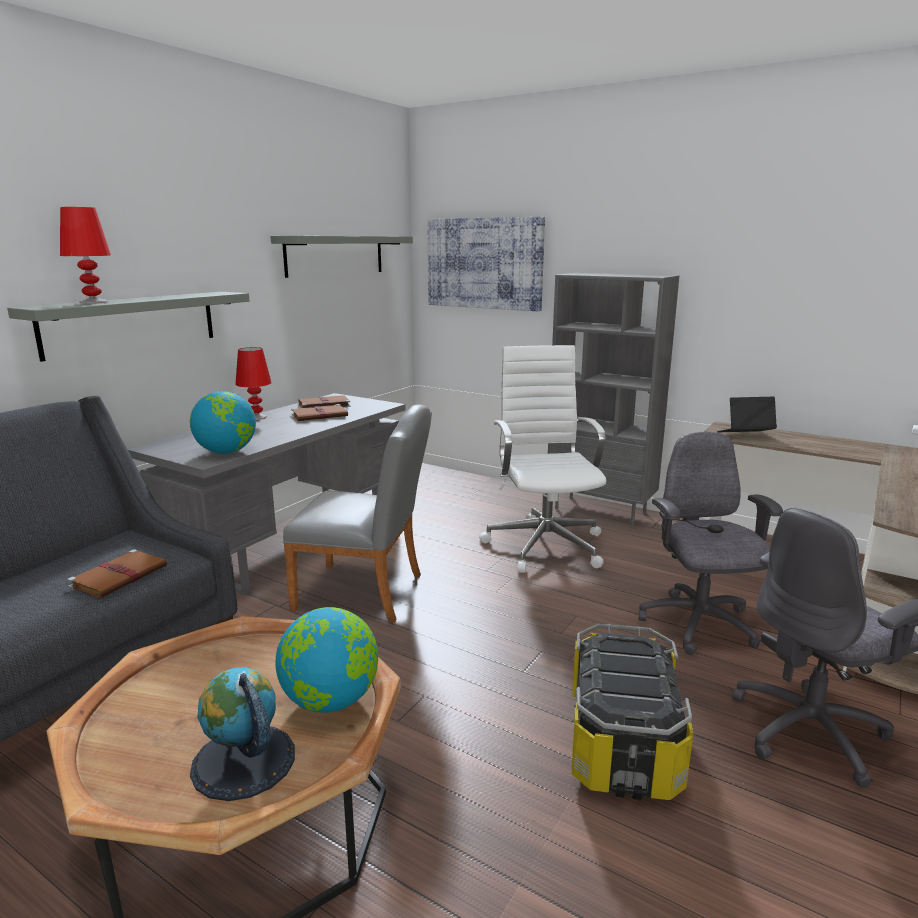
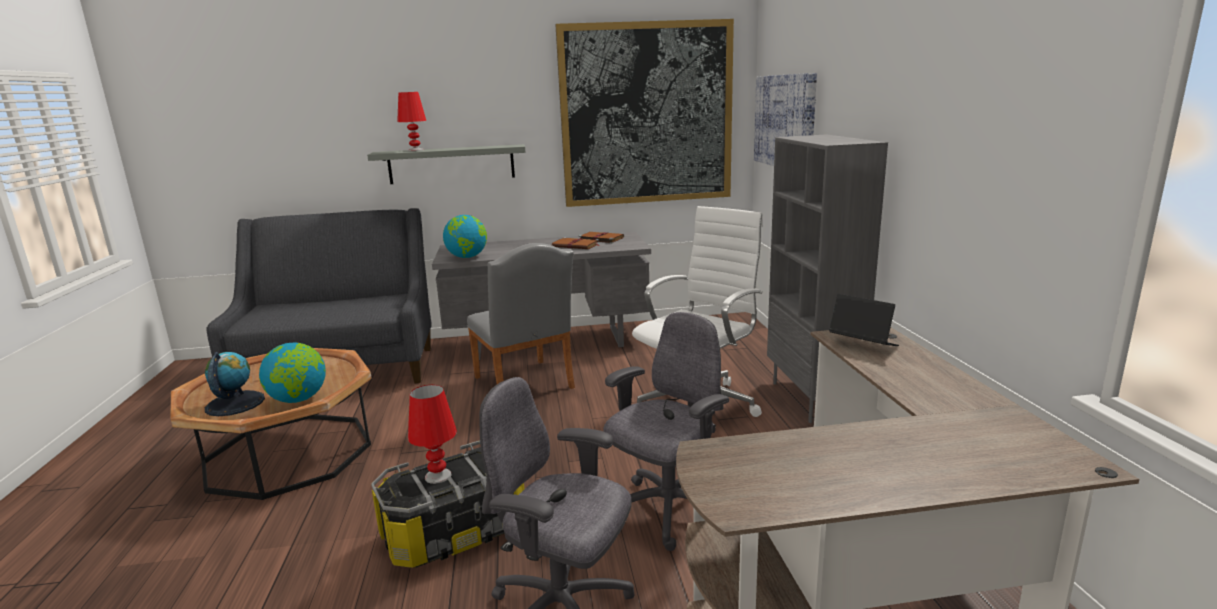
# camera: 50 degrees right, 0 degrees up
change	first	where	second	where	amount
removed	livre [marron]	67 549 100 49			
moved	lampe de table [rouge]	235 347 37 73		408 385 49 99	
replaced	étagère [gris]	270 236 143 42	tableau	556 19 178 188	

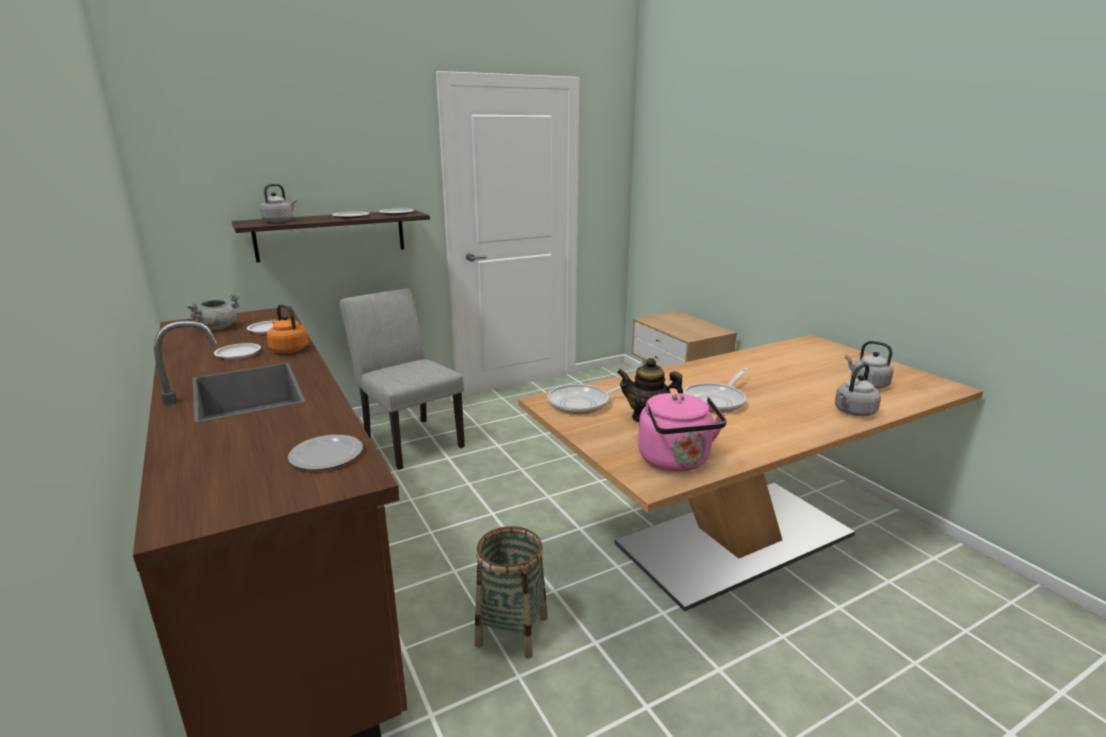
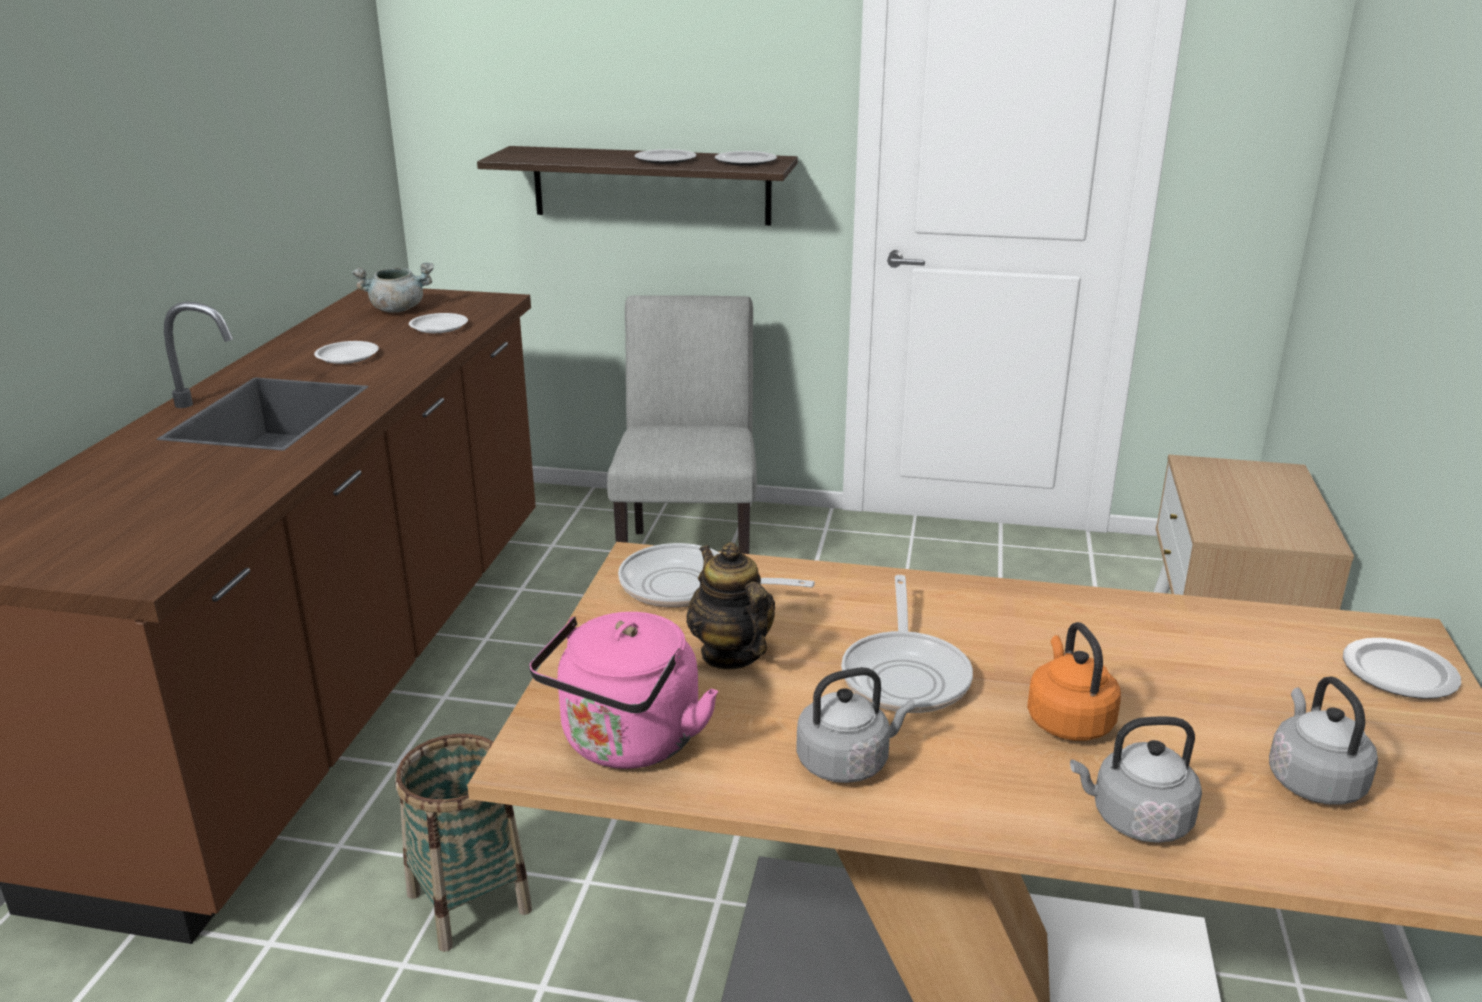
# camera: 40 degrees right, 5 degrees up
change	first	where	second	where	amount
moved	bouilloire [gris]	260 184 37 39		796 667 119 116	
moved	bouilloire [orange]	267 304 41 49		1027 622 94 119	
moved	assiette	288 435 75 35		1343 638 118 61	
turned	poêle	684 368 64 45		841 575 132 138	75 degrees counterclockwise

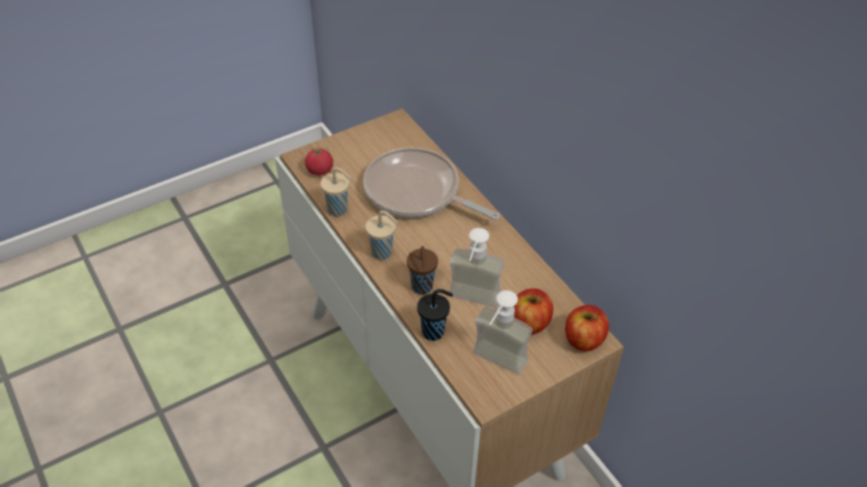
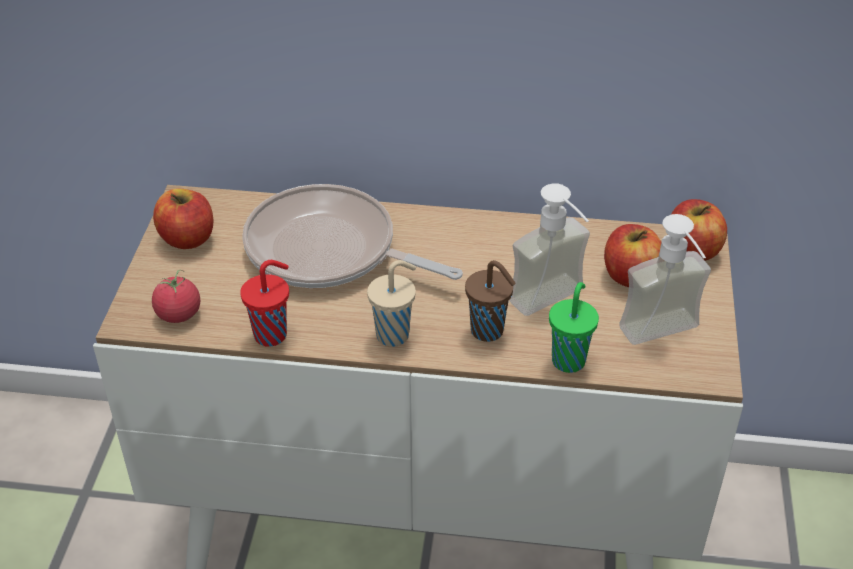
# camera: 50 degrees left, 5 degrees down
change	first	where	second	where	amount
added			pomme	153 189 60 60	
recoloured	tasse [beige]	320 167 31 49	tasse [rouge]	240 260 49 87	
recoloured	tasse [noir]	417 289 36 52	tasse [vert]	549 282 50 91	
turned	poêle	363 147 137 73		242 184 221 104	45 degrees clockwise

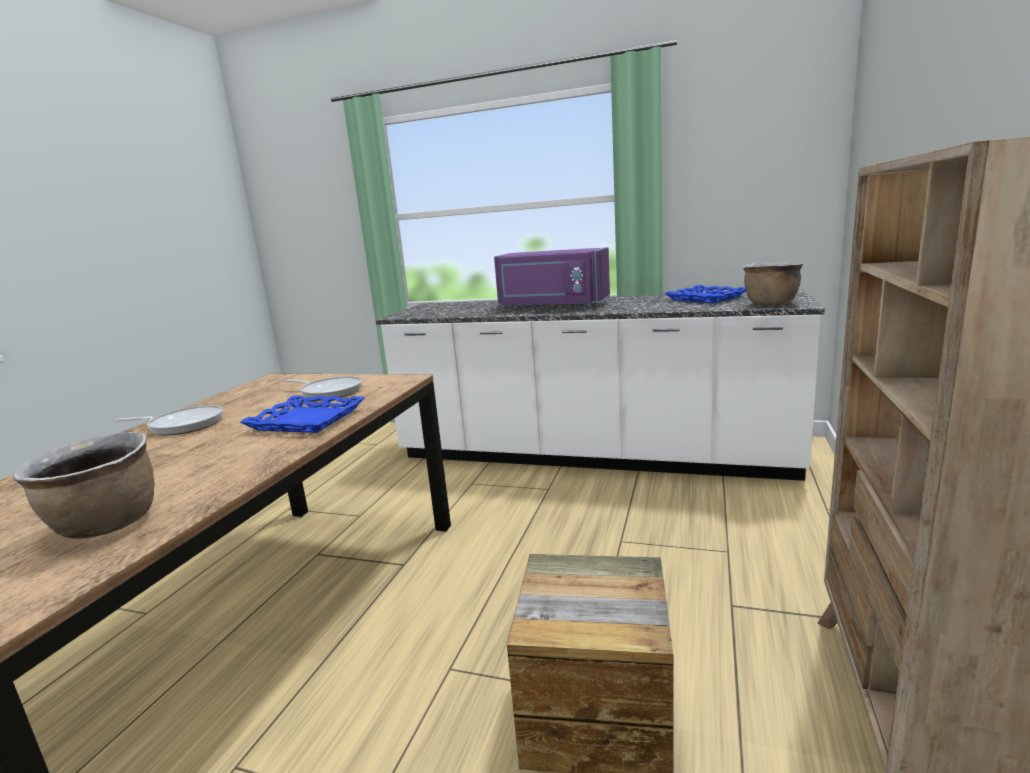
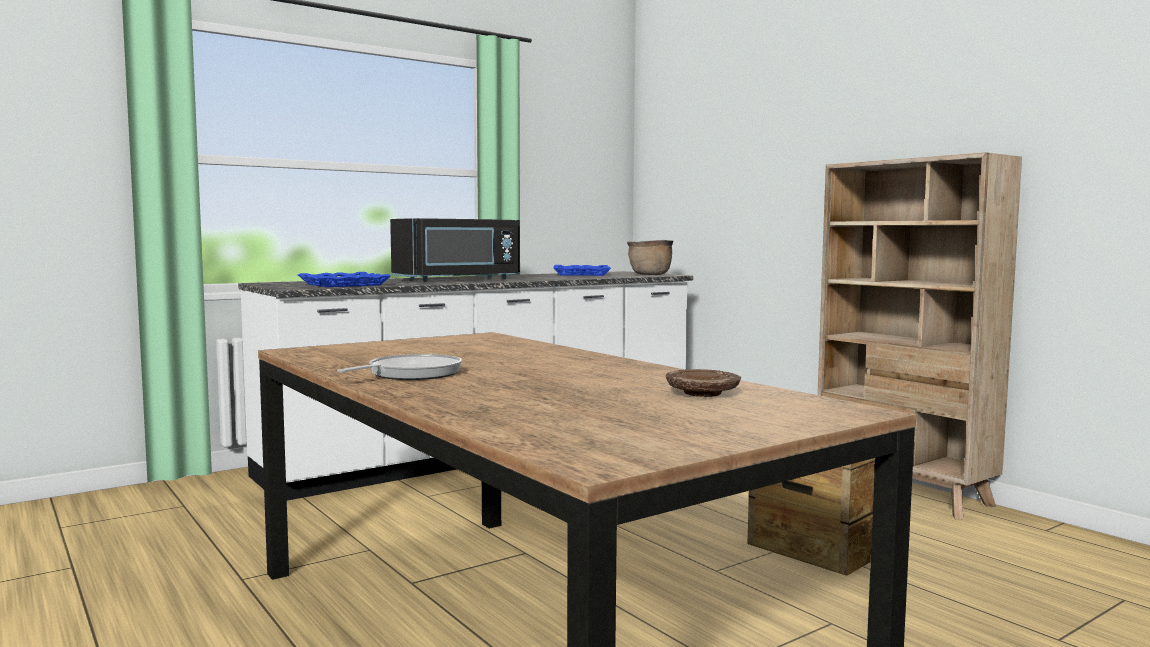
# camera: 55 degrees left, 10 degrees down
change	first	where	second	where	amount
removed	poêle	284 376 78 22			
moved	plateau [bleu]	240 395 125 38		298 272 93 15	
replaced	marmite [marron]	13 432 142 107	assiette [marron]	666 369 75 28	
recoloured	micro-ondes [violet]	494 247 116 62	micro-ondes [noir]	390 218 130 63	

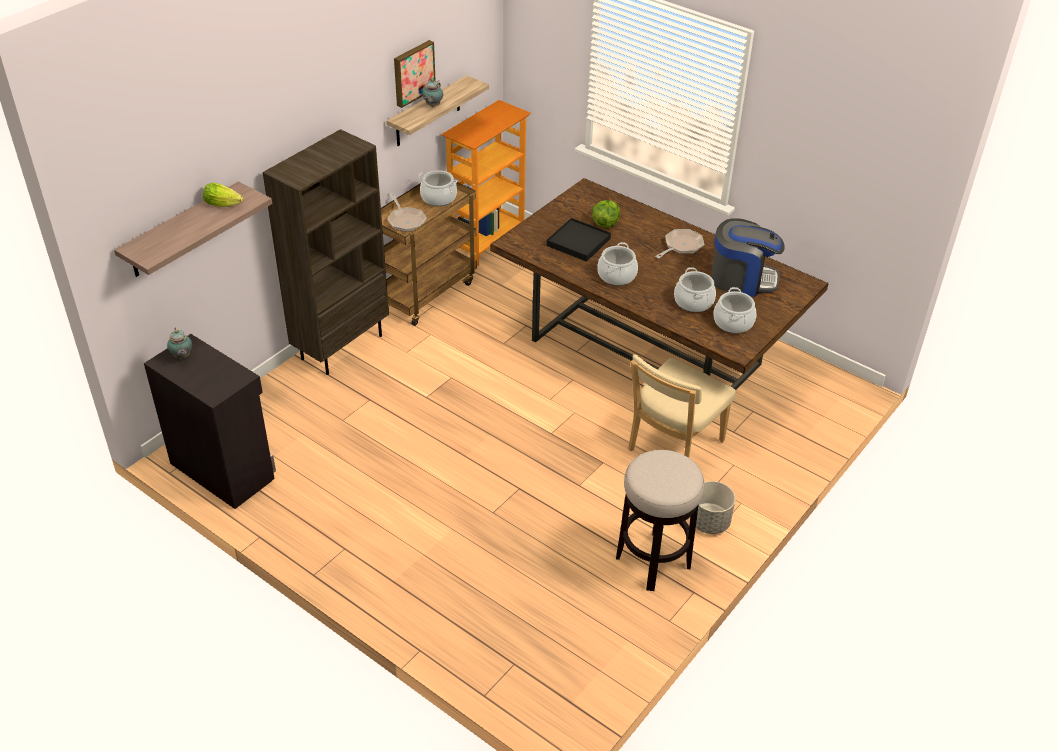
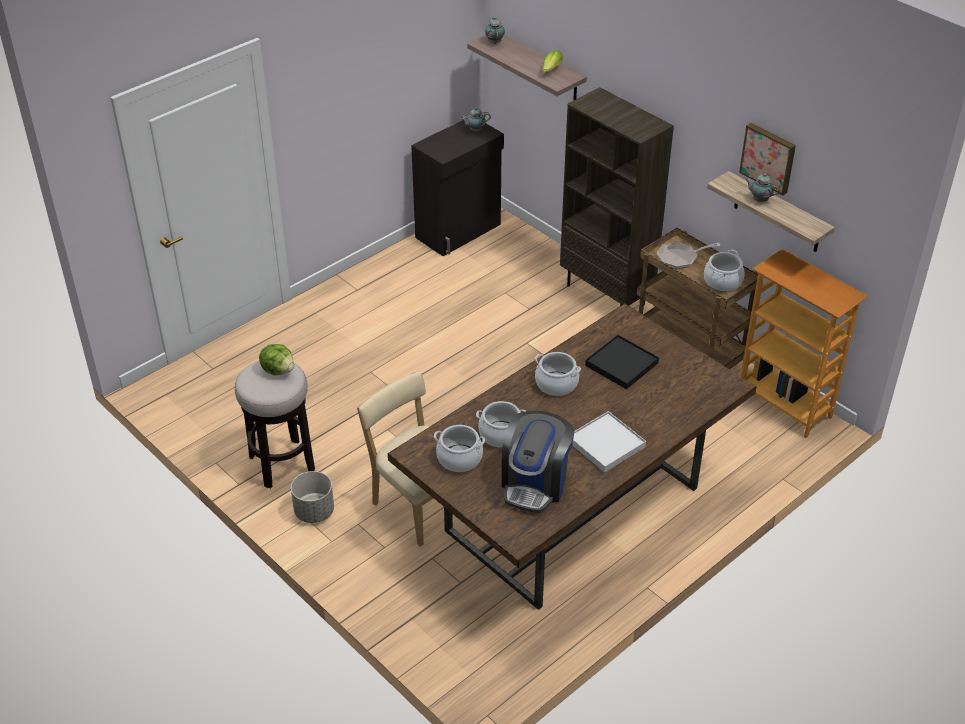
# camera: 100 degrees right, 0 degrees up
change	first	where	second	where	amount
added			théière	485 17 20 27	
moved	laitue	592 200 28 28		259 344 35 31	
replaced	poêle	655 229 49 29	plateau [blanc]	572 411 74 62	

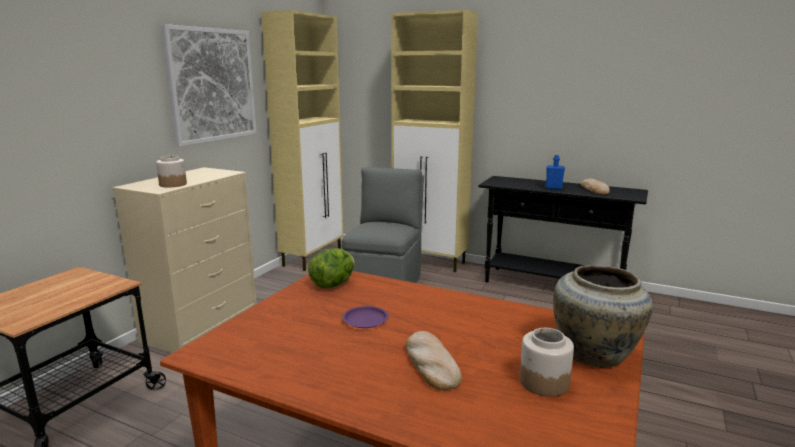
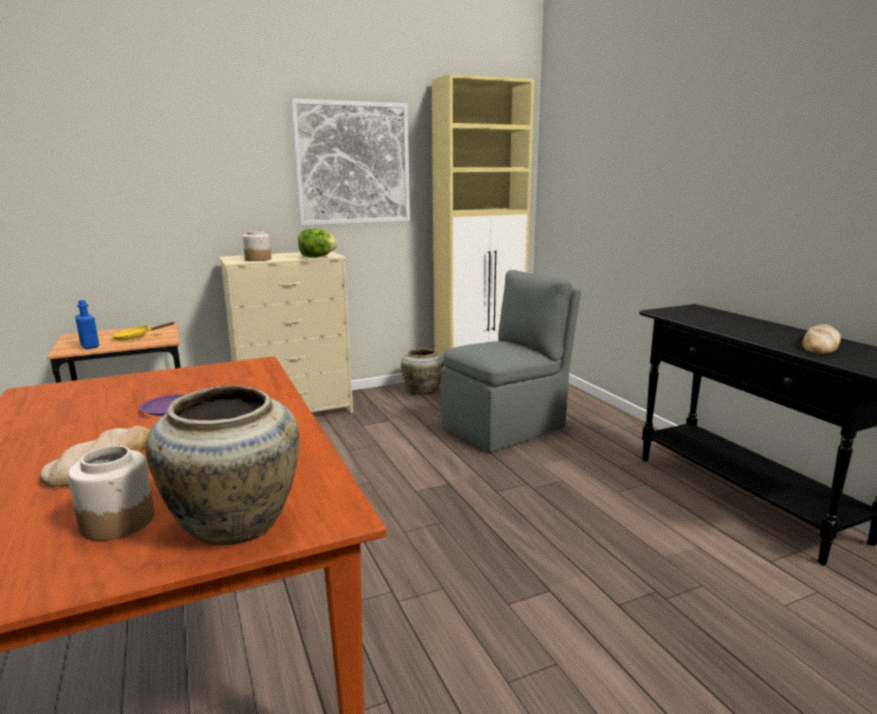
# camera: 40 degrees right, 0 degrees up
change	first	where	second	where	amount
removed	meuble de rangement [beige]	391 10 87 262			
added			poêle [jaune]	112 322 63 19	
added			vase [beige]	401 348 43 47	
moved	laitue	308 248 47 40		298 229 40 29	
moved	bouteille [bleu]	546 155 19 34		75 300 24 49	

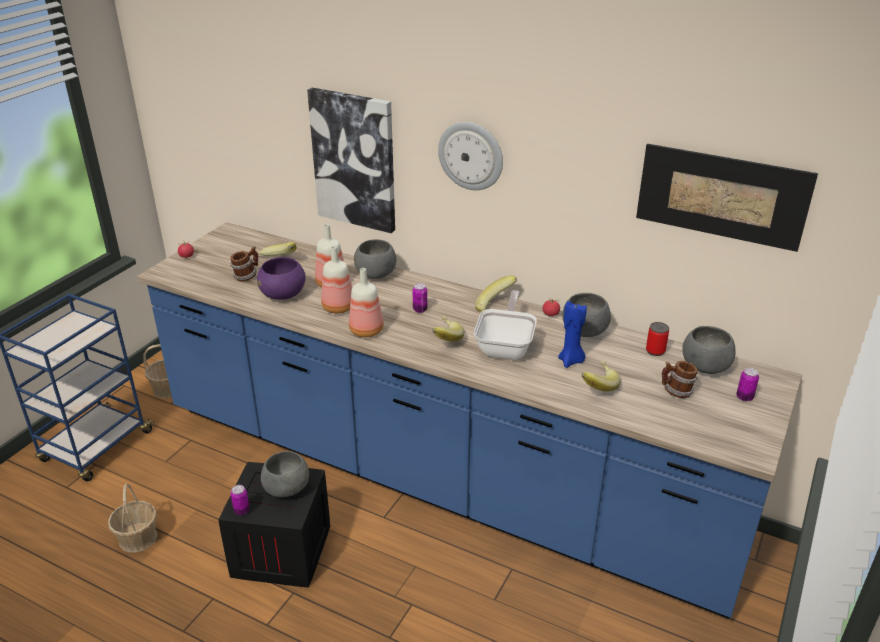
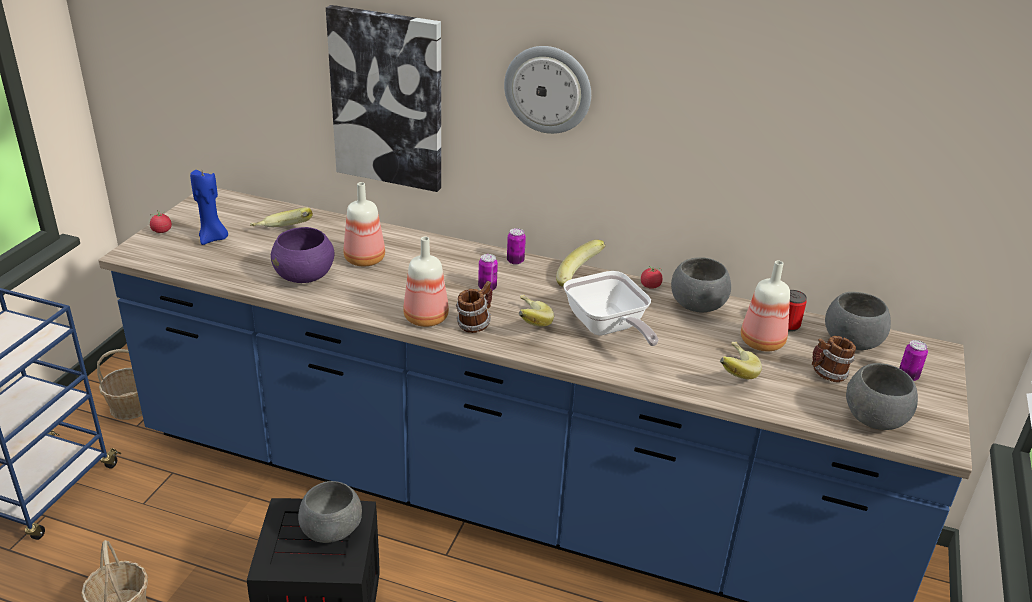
# camera: 10 degrees left, 0 degrees up
change	first	where	second	where	amount
removed	tableau	636 144 182 108			
moved	mug	230 246 28 36		456 281 36 52	
moved	boîte métallique	231 485 19 30		507 228 19 37	
moved	bouteille	321 246 31 67		741 260 49 91	
moved	bol [gris]	354 239 42 40		846 363 72 67	
moved	bougie [bleu]	558 301 29 67		190 170 38 75	
turned	poêle	474 290 63 70		563 271 96 75	150 degrees clockwise

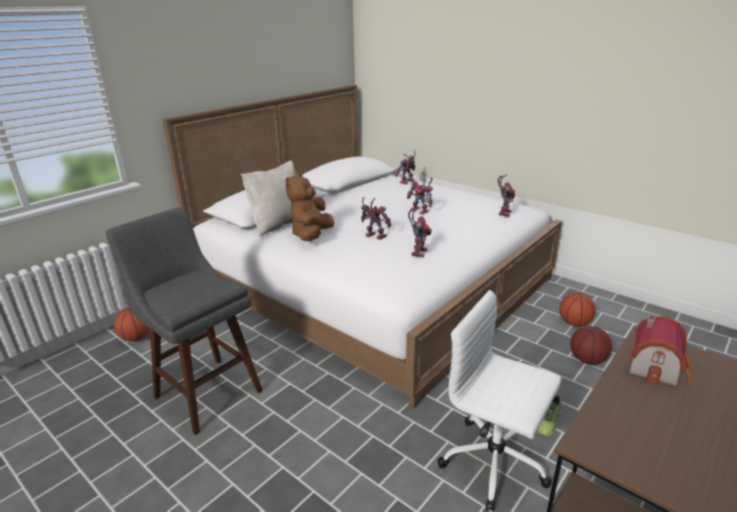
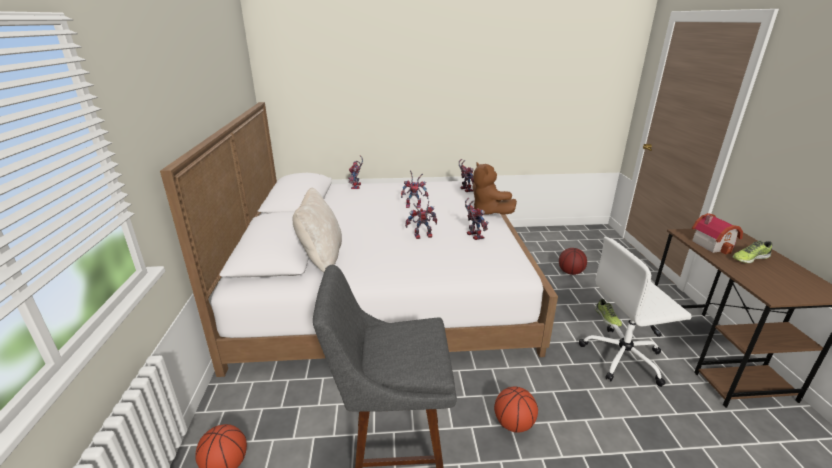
# camera: 45 degrees left, 0 degrees up
change	first	where	second	where	amount
added			chaussure	733 241 39 22	
moved	peluche [marron]	286 173 48 68		473 162 44 53	
moved	ballon de basket	559 293 36 34		494 386 44 47	

